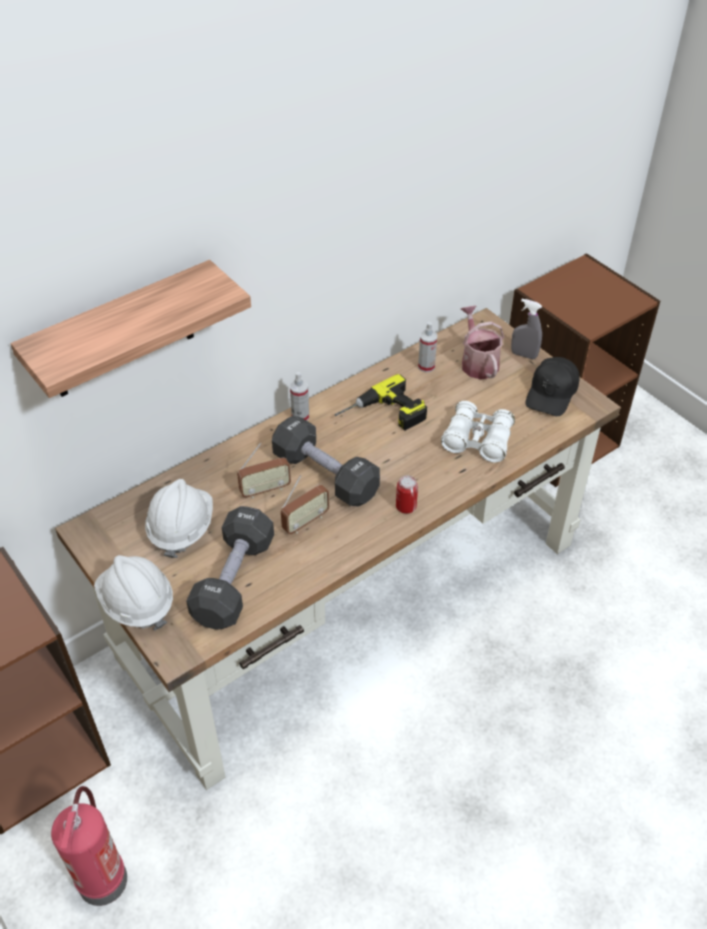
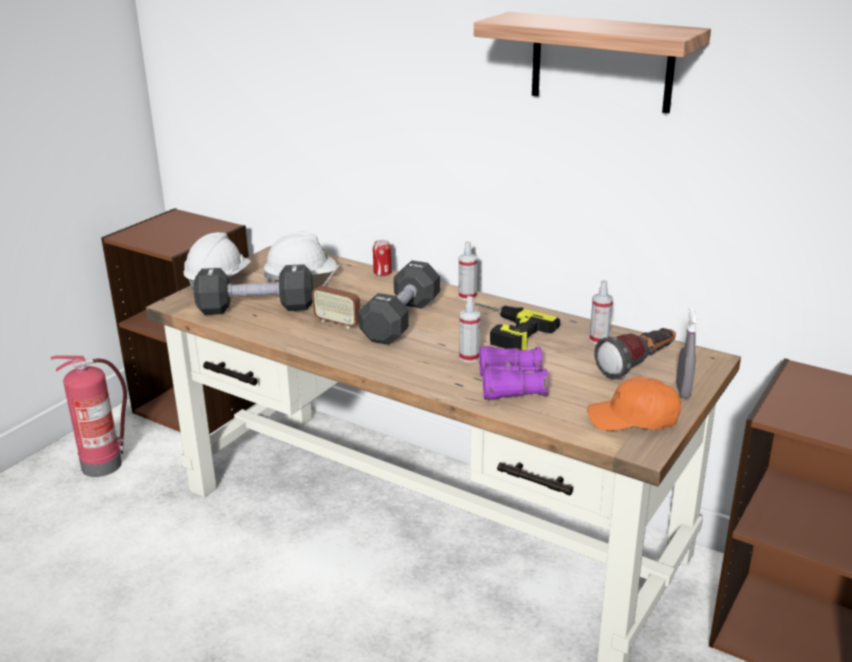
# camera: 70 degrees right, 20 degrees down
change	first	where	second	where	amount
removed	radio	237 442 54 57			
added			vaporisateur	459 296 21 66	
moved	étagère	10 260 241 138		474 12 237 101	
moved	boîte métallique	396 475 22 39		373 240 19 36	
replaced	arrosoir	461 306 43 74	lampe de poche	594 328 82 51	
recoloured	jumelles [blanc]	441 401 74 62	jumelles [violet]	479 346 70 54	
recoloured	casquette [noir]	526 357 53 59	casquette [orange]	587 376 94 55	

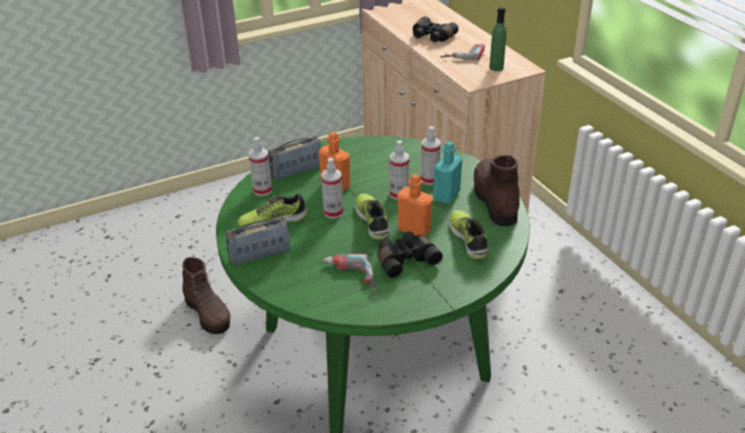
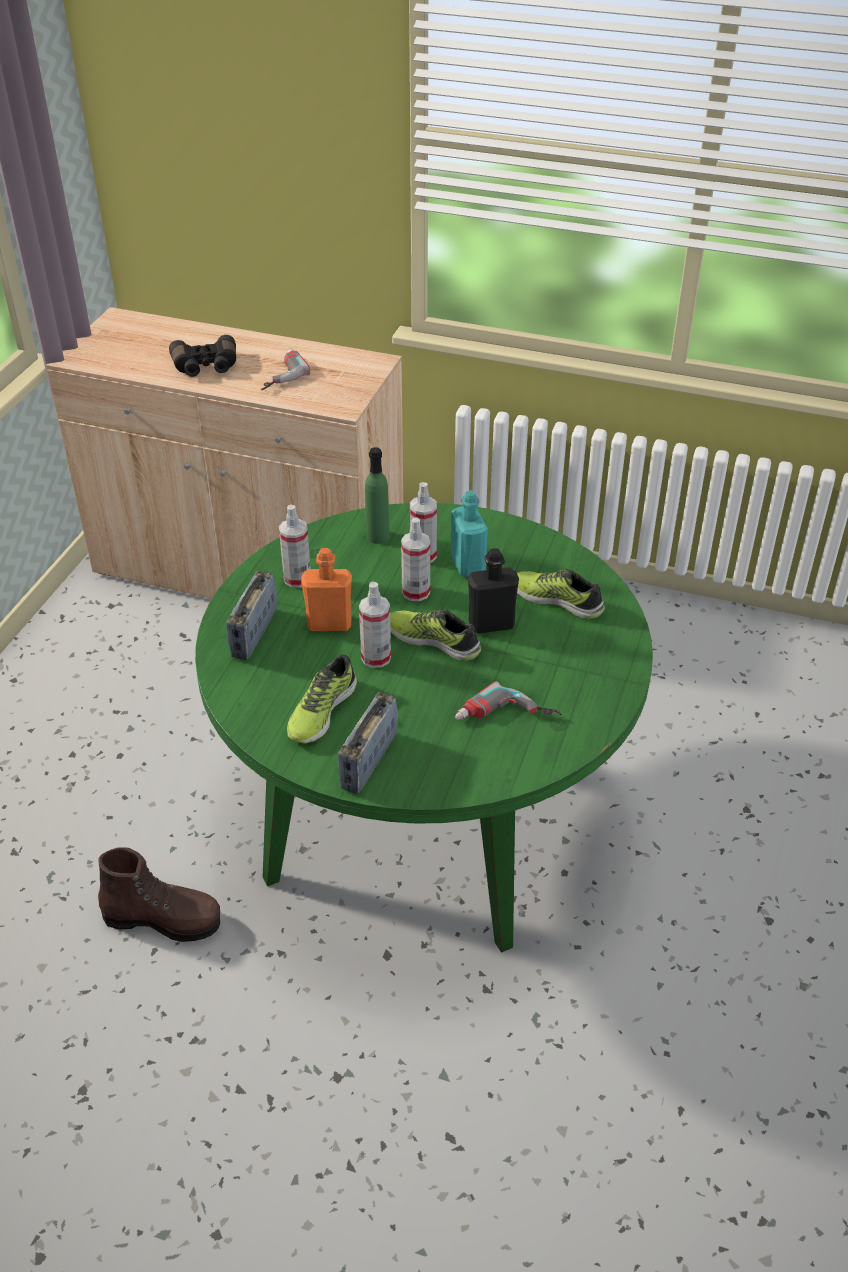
# camera: 45 degrees left, 5 degrees up
change	first	where	second	where	amount
removed	jumelles [noir]	377 232 66 46			
removed	botte [marron]	474 155 46 71			
moved	vaporisateur	249 137 23 59		279 504 32 84	
moved	bouteille [vert]	489 7 18 64		365 447 24 97	
recoloured	bouteille [orange]	397 174 36 62	bouteille [noir]	468 548 51 86	

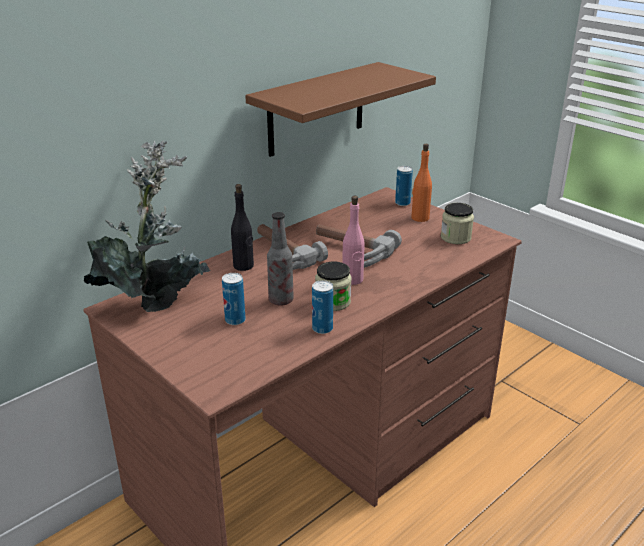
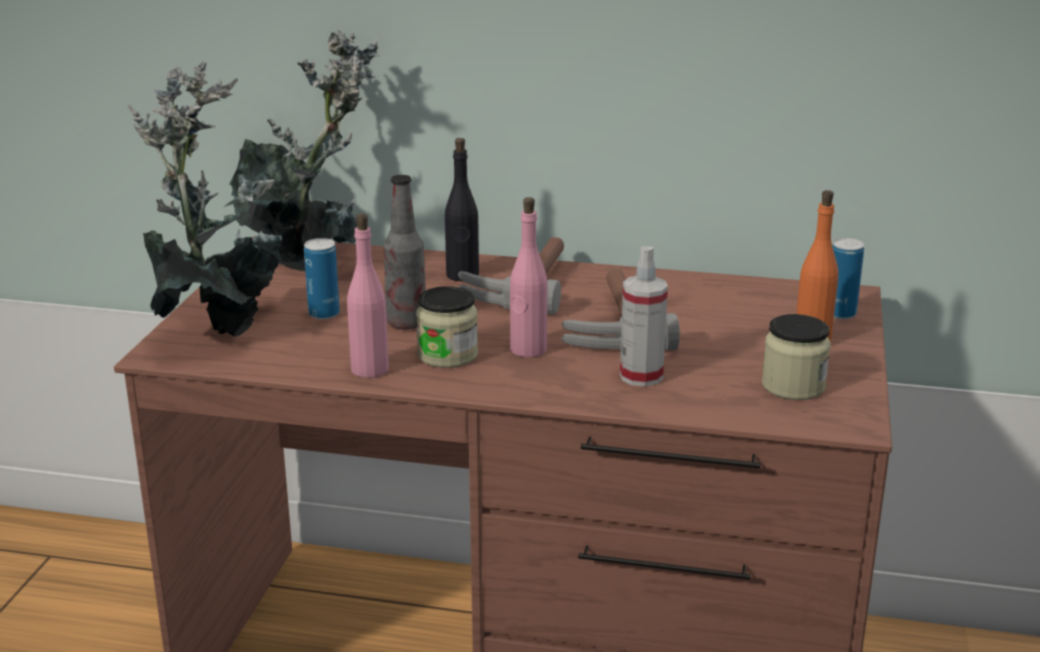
# camera: 55 degrees right, 5 degrees down
change	first	where	second	where	amount
removed	étagère [marron]	245 62 191 95			
added			plante en pot	127 61 155 276	
added			vaporisateur	620 246 48 141	
replaced	boîte métallique	312 280 21 54	bouteille [rose]	347 214 42 164	

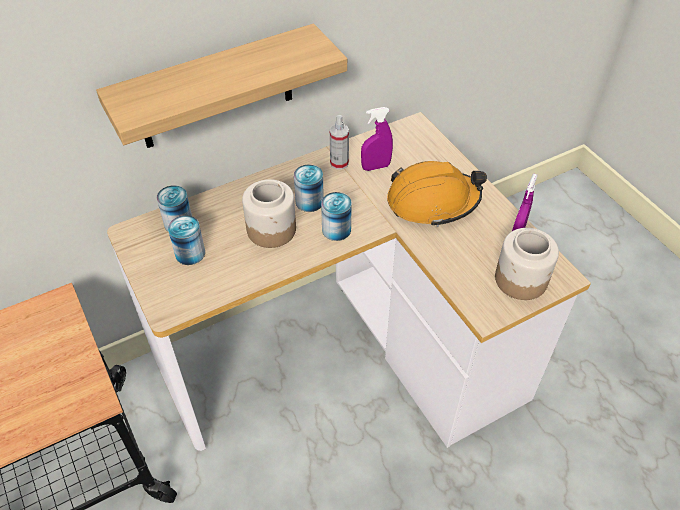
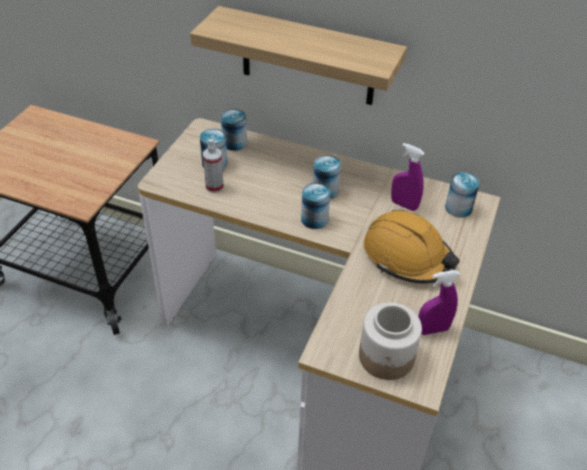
# camera: 50 degrees right, 5 degrees down
change	first	where	second	where	amount
removed	bocal	242 179 54 69			
added			boîte métallique	445 172 35 46	
moved	vaporisateur	330 115 19 55		203 139 21 54	

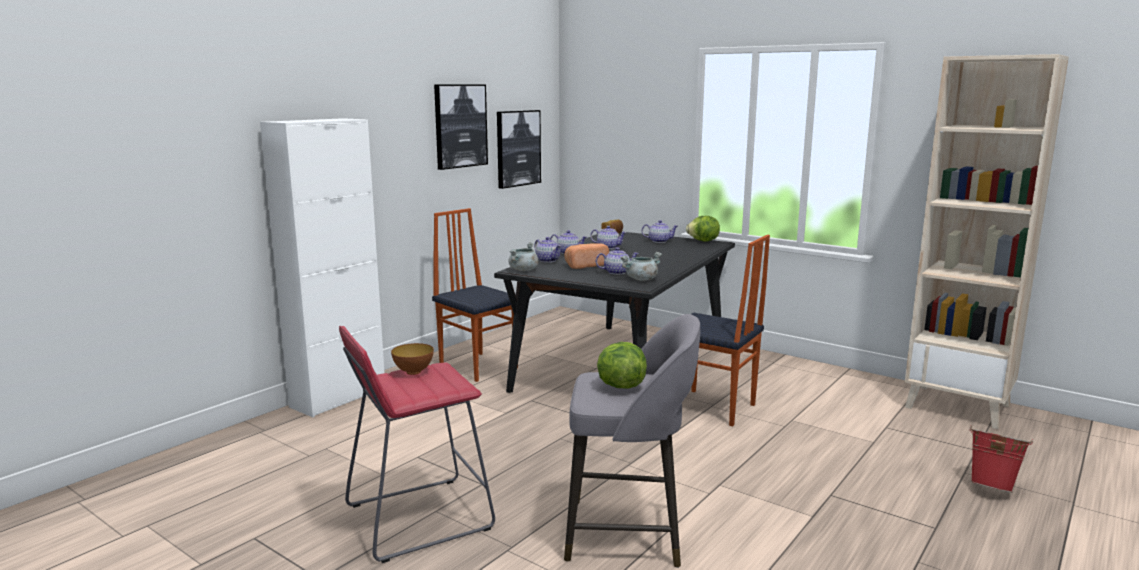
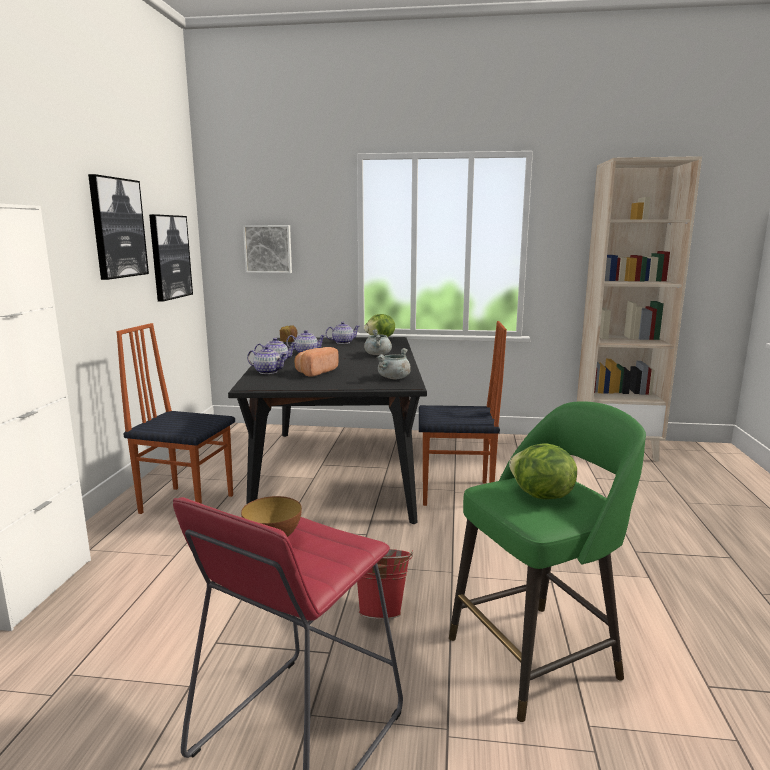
# camera: 30 degrees left, 0 degrees up
change	first	where	second	where	amount
removed	théière	596 247 43 28			
added			tableau	243 225 49 48	
moved	marmite [gris]	508 242 31 29		364 329 28 26	
moved	seau [rouge]	969 427 64 65		357 549 56 70	
recoloured	tabouret [gris]	564 314 136 254	tabouret [vert]	449 401 197 321	

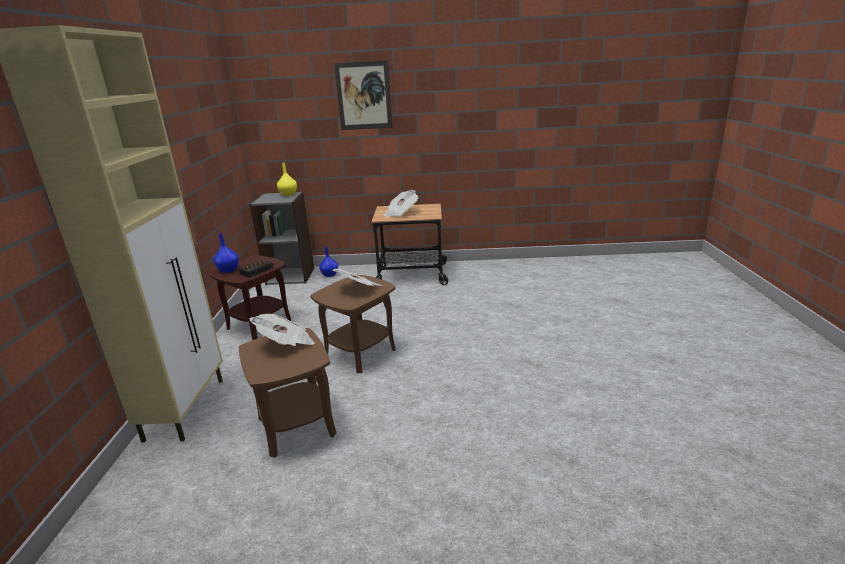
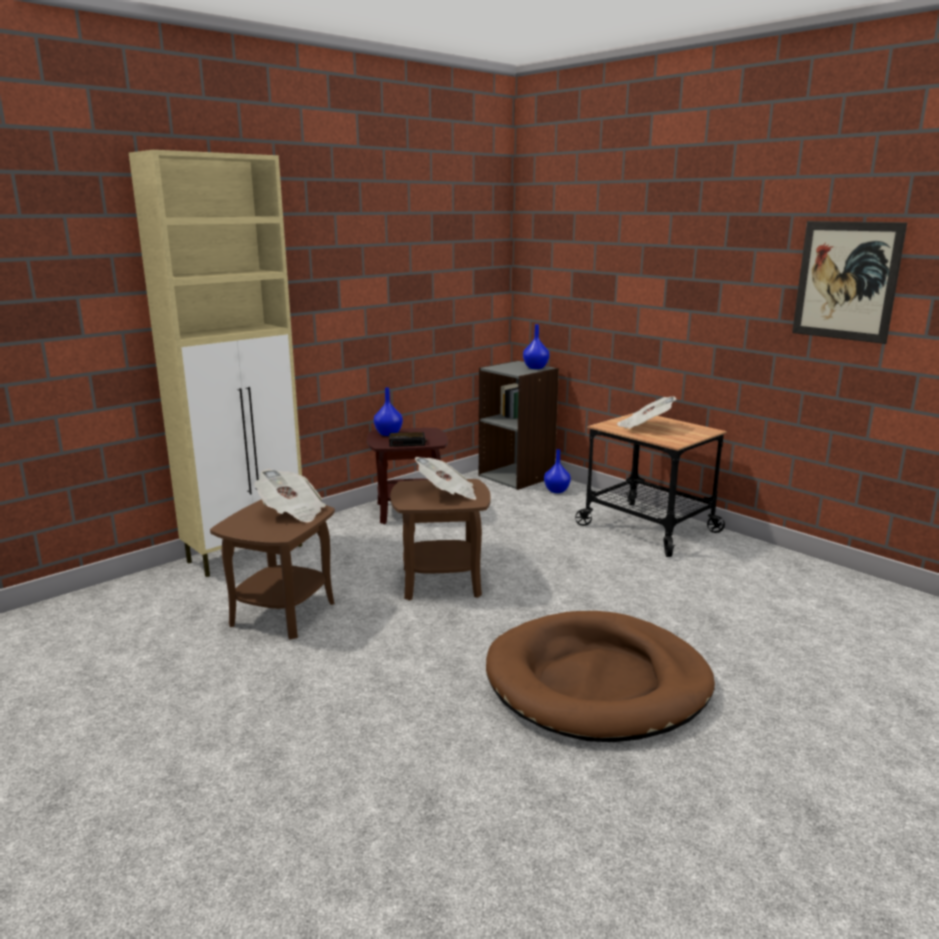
# camera: 45 degrees right, 5 degrees down
change	first	where	second	where	amount
added			panier pour chien [marron]	486 611 229 131	
moved	tableau	334 60 59 70		792 221 115 123	
recoloured	vase [jaune]	277 163 20 33	vase [bleu]	523 324 26 45	

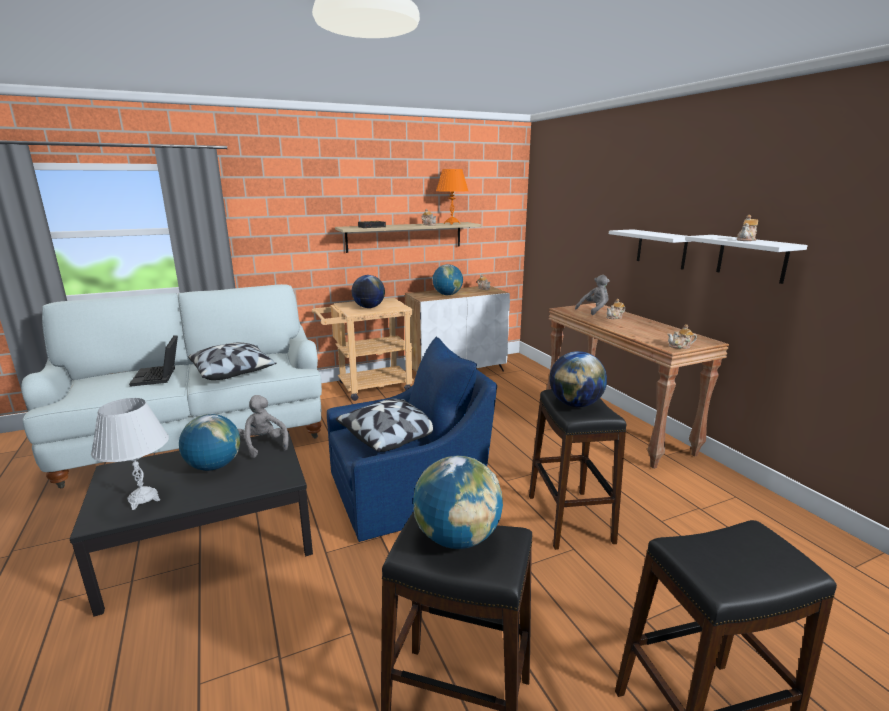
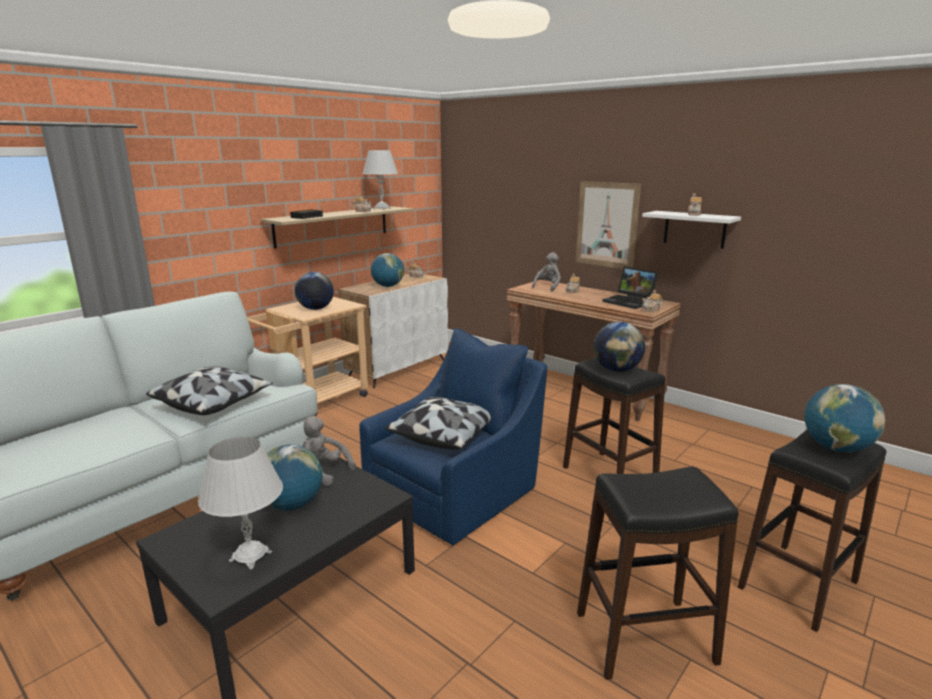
# camera: 25 degrees left, 0 degrees up
change	first	where	second	where	amount
moved	ordinateur portable	129 335 49 52		602 267 57 42	
moved	globe	413 456 90 93		804 384 81 68	
replaced	étagère [blanc]	609 229 84 41	tableau	576 181 65 88	
recoloured	lampe de table [orange]	436 169 32 55	lampe de table [blanc]	363 150 35 60	

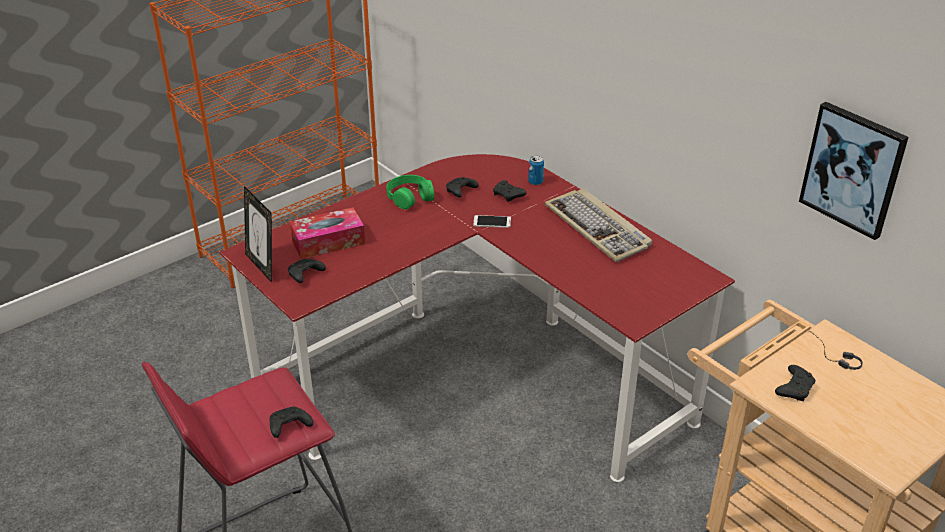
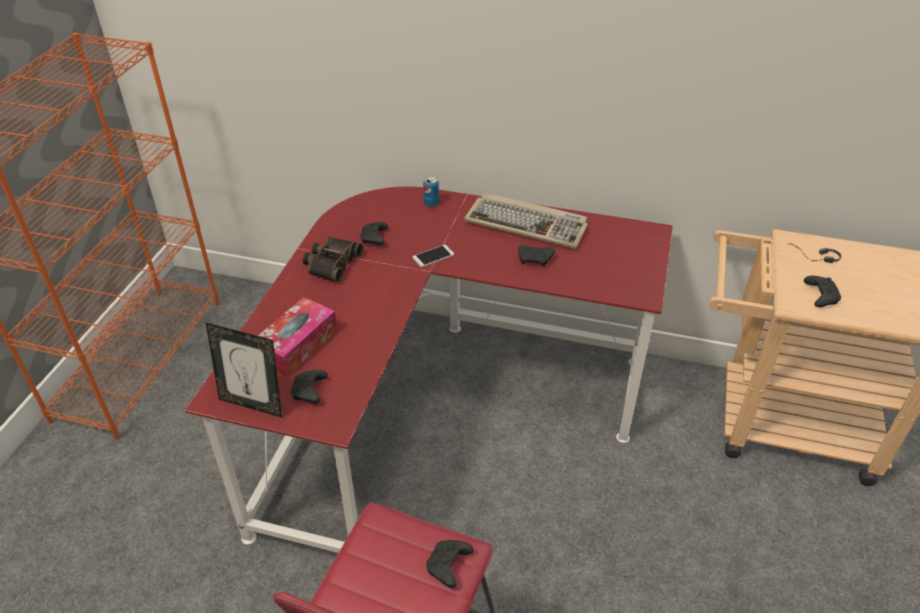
# camera: 35 degrees left, 5 degrees up
change	first	where	second	where	amount
removed	tableau	799 102 110 138			
moved	manette [noir]	493 180 33 22		518 245 37 22	
replaced	casque audio [vert]	387 175 47 35	jumelles	303 237 60 46	

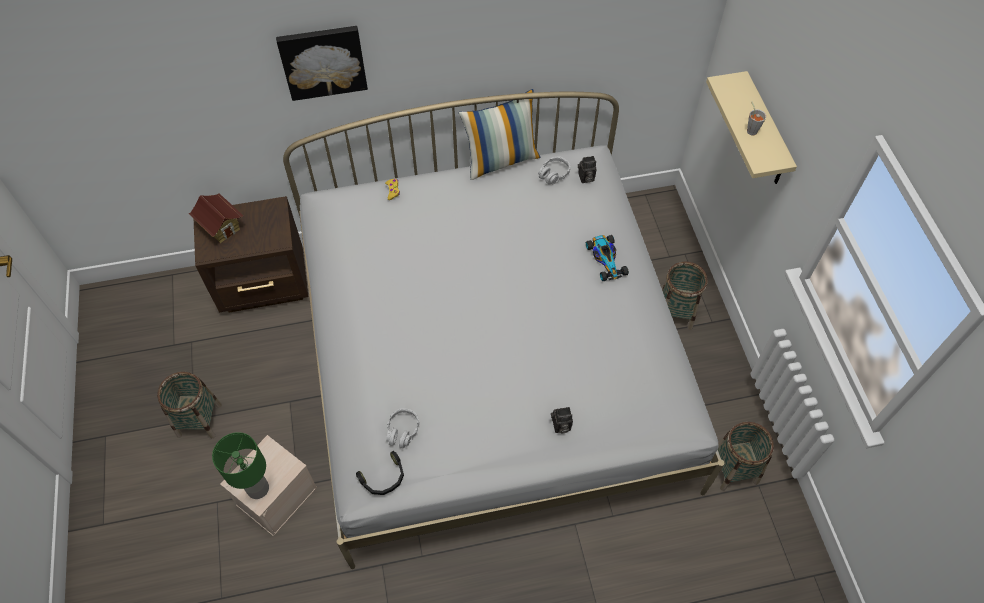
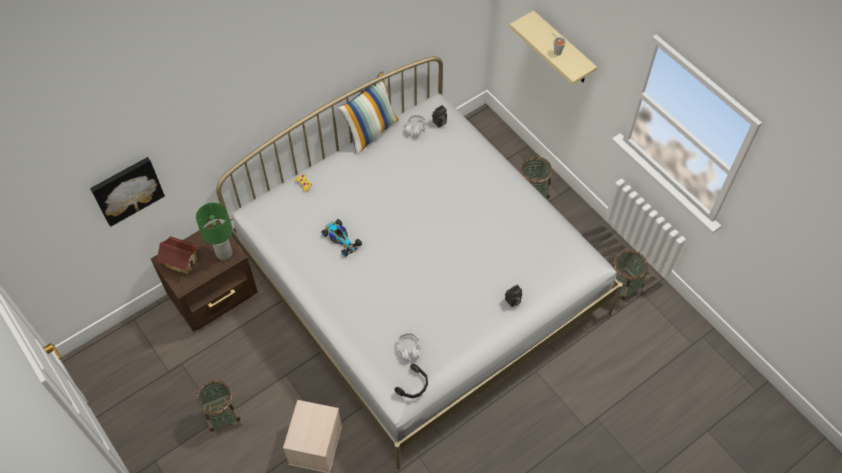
# camera: 25 degrees left, 0 degrees up
change	first	where	second	where	amount
moved	lampe de table [vert]	212 432 57 67		196 203 36 57	
moved	tableau	276 26 92 75		90 157 75 70	
moved	petite voiture	586 235 43 47		321 219 41 38	

